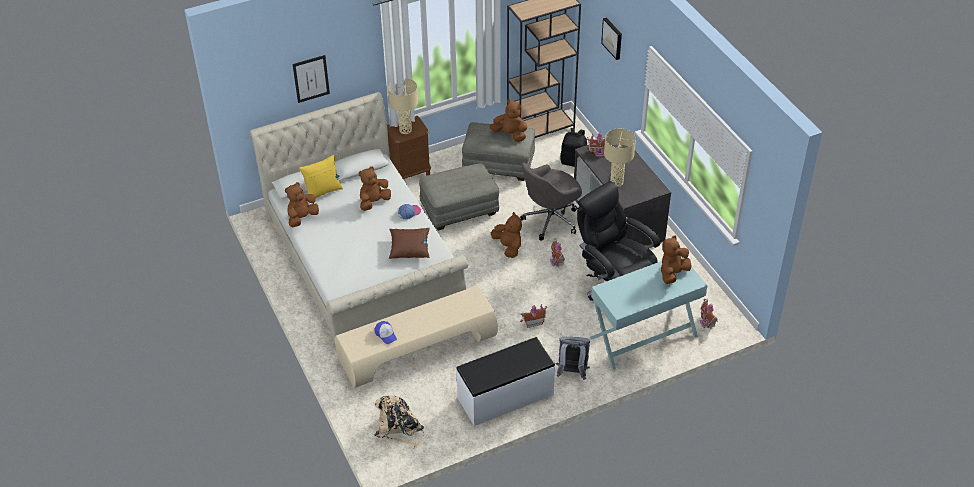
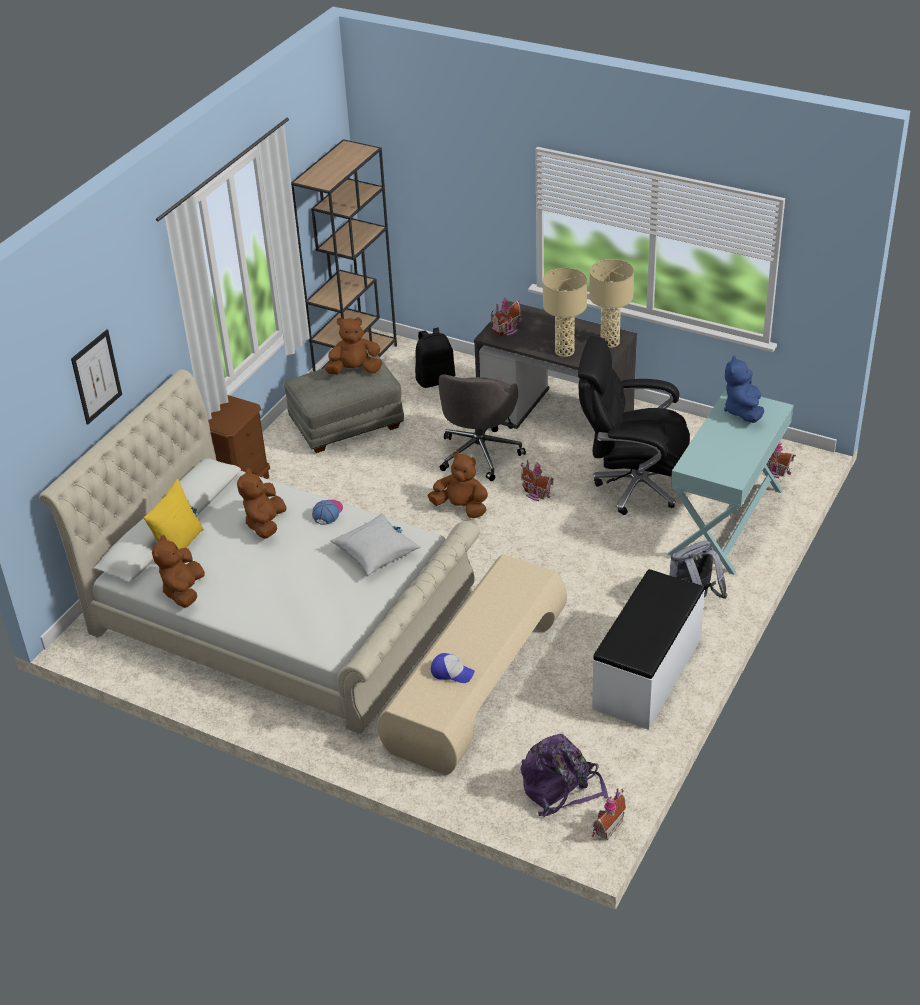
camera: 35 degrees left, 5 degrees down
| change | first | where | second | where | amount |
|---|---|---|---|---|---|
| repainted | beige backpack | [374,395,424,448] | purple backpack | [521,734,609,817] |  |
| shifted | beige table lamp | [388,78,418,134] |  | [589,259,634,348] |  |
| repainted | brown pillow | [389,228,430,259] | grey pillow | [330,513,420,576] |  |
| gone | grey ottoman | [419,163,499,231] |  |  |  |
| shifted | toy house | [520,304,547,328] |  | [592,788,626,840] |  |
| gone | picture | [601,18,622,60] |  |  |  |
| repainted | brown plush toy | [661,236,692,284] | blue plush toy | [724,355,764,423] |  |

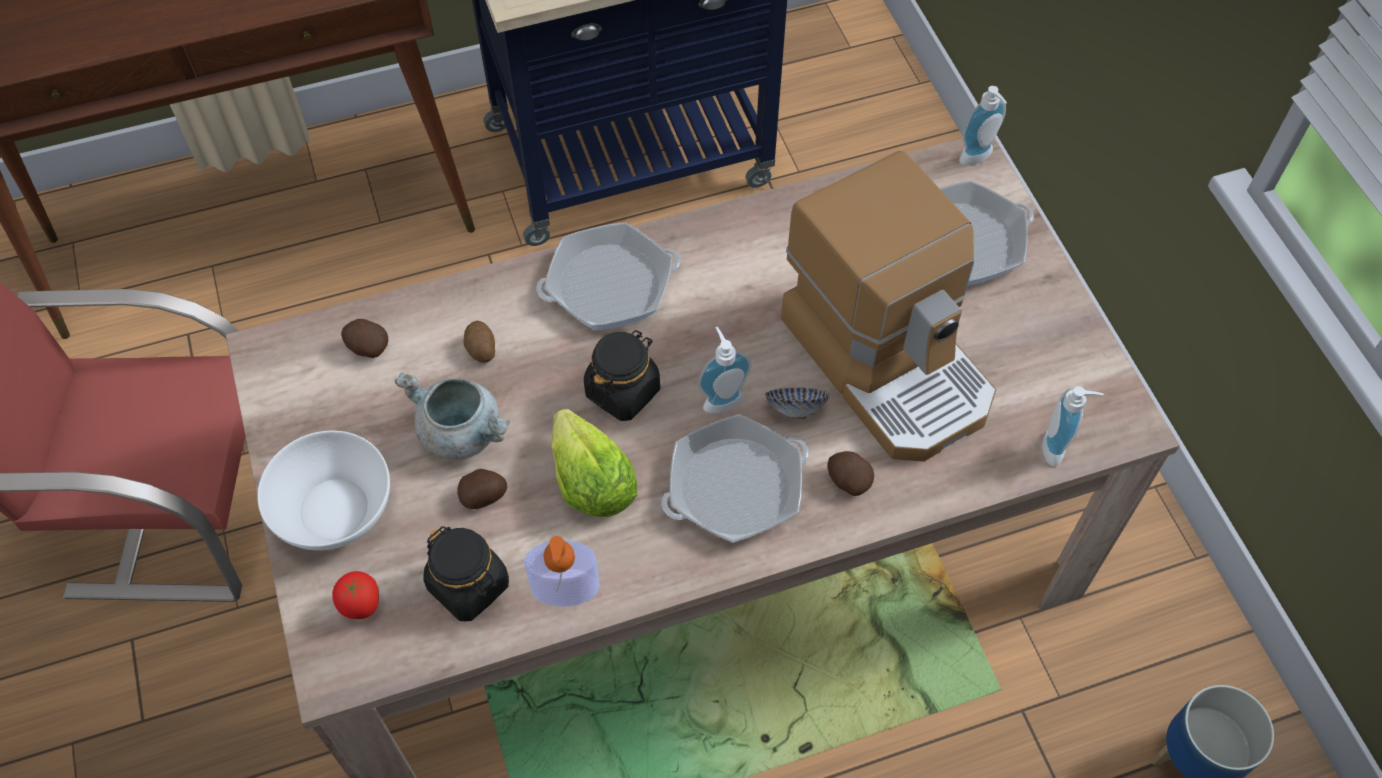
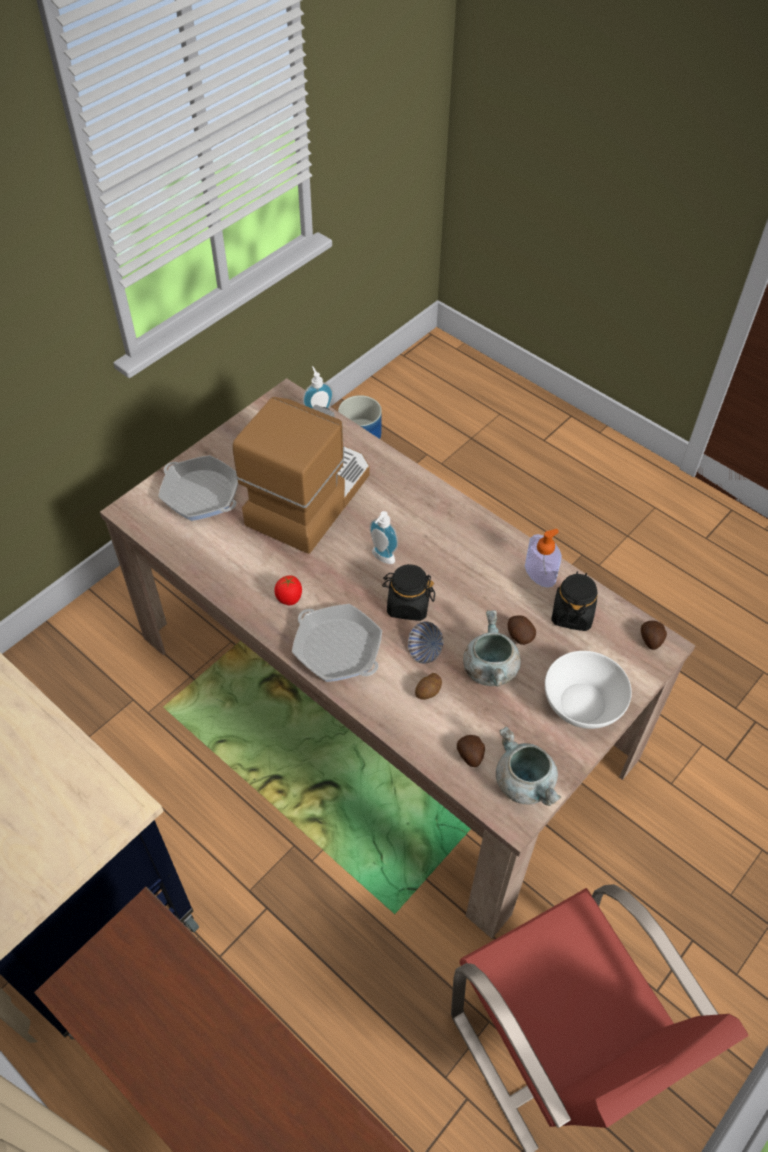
camera: 120 degrees left, 5 degrees down
| change | first | where | second | where | amount |
|---|---|---|---|---|---|
| shifted | tomato | [332,571,379,619] |  | [274,575,302,605] |  |
| gone | lettuce | [551,409,637,517] |  |  |  |
| gone | frying pan | [661,414,809,543] |  |  |  |
| shifted | bowl | [765,388,829,419] |  | [408,621,443,664] |  |
| shifted | potato | [827,451,874,496] |  | [641,621,667,650] |  |
| gone | soap dispenser | [959,86,1007,165] |  |  |  |
| new |  |  | grey cooking pot | [496,727,561,806] |  |

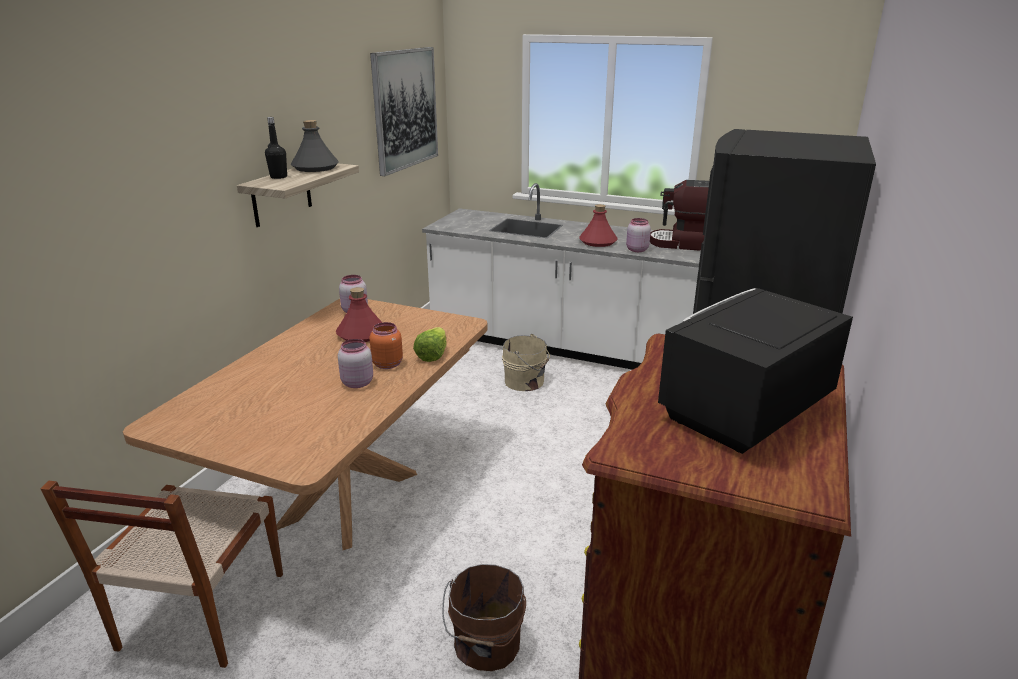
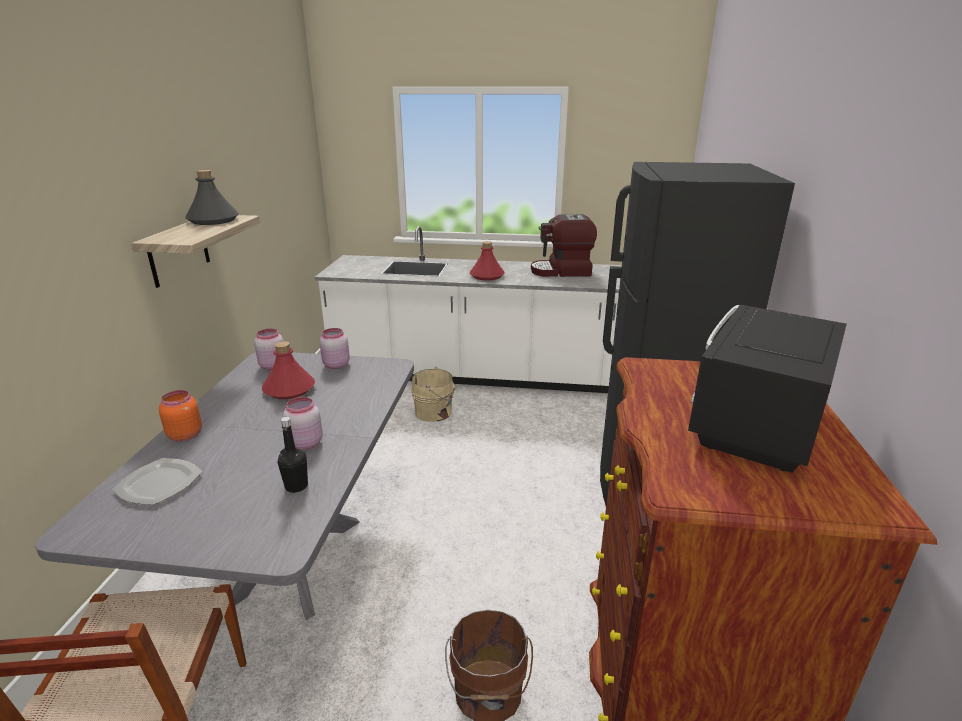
camera: 15 degrees left, 0 degrees up
| change | first | where | second | where | amount |
|---|---|---|---|---|---|
| repainted | brown dining table | [123,299,488,550] | grey dining table | [35,352,414,620] |  |
| shifted | black bottle | [265,117,287,179] |  | [278,417,308,493] |  |
| shifted | orange jar | [369,322,403,369] |  | [159,390,202,442] |  |
| gone | picture | [370,47,438,176] |  |  |  |
| gone | lettuce | [413,327,447,362] |  |  |  |
| shifted | pink jar | [626,218,651,252] |  | [320,328,350,369] |  |
| new |  |  | plate | [113,458,202,505] |  |

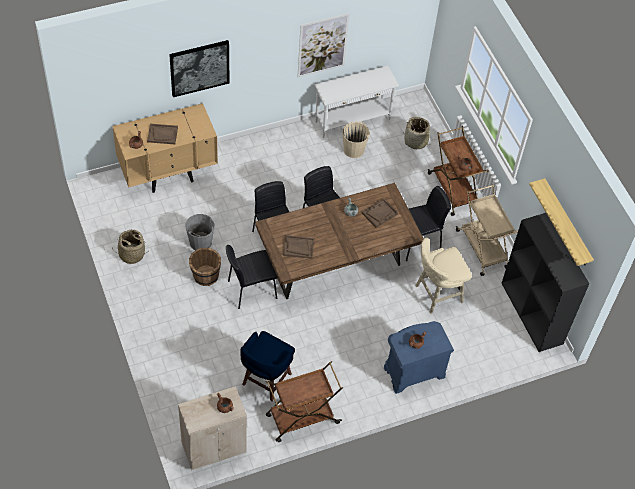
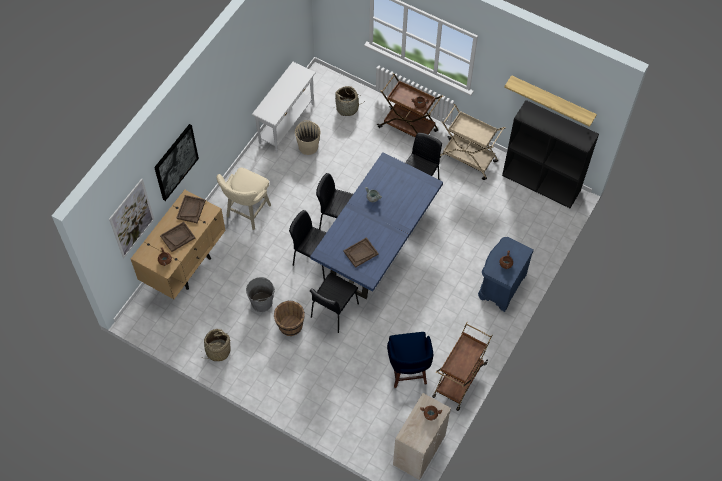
camera: 35 degrees left, 5 degrees up
| change | first | where | second | where | amount |
|---|---|---|---|---|---|
| repainted | brown dining table | [255,183,424,299] | blue dining table | [310,152,443,299] |  |
| shifted | picture | [298,13,350,77] |  | [109,178,154,258] |  |
| shifted | brown tray | [362,198,398,228] |  | [176,195,206,223] |  |
| shifted | beige stool | [415,238,472,314] |  | [216,167,271,230] |  |

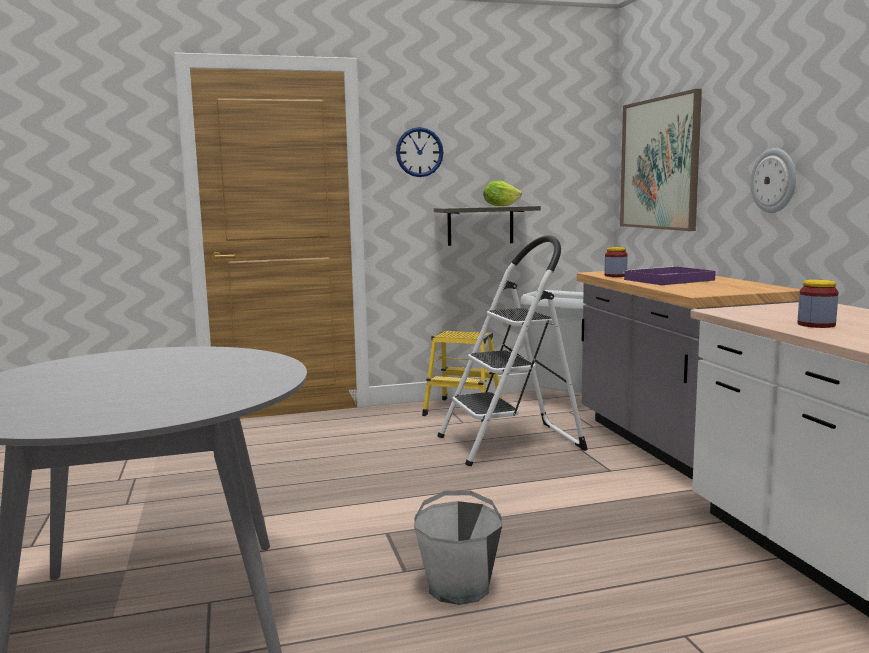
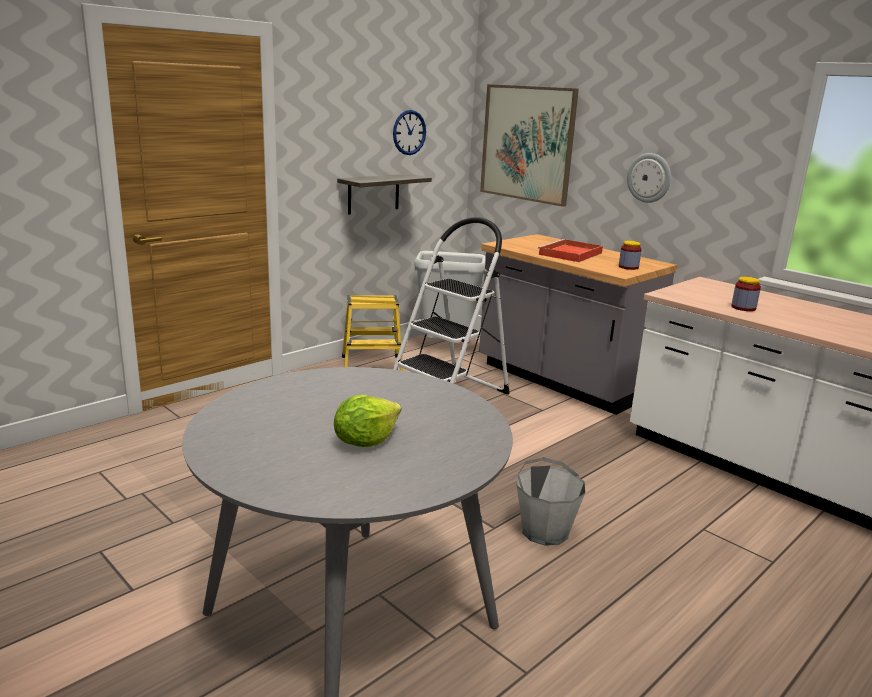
camera: 30 degrees left, 10 degrees up
| change | first | where | second | where | amount |
|---|---|---|---|---|---|
| shifted | wall clock | [396,127,443,177] |  | [393,110,426,155] |  |
| shifted | lettuce | [483,180,522,206] |  | [334,395,401,447] |  |
| shifted | jar | [605,247,628,277] |  | [619,241,642,270] |  |
| repainted | purple tray | [623,266,716,285] | red tray | [538,239,603,262] |  |

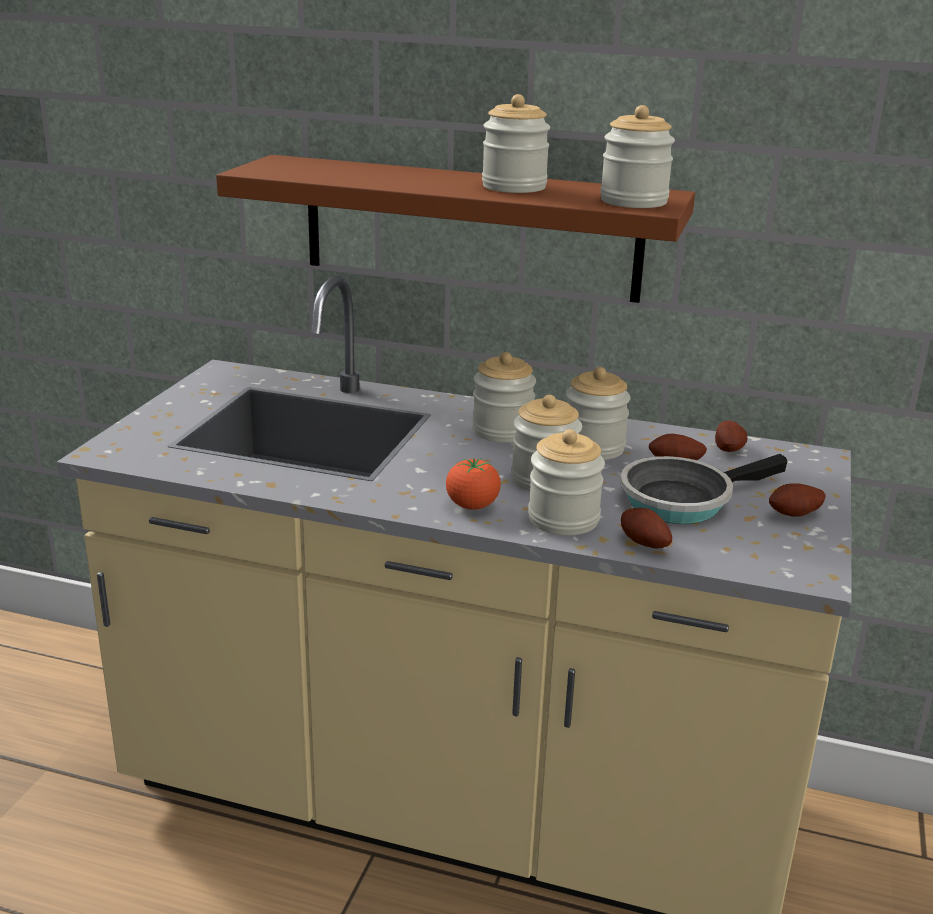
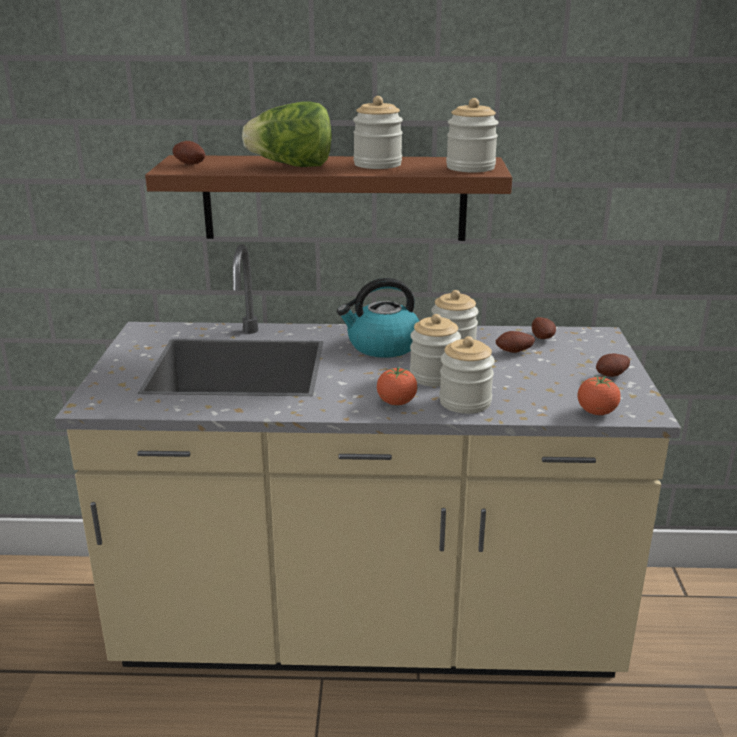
camera: 15 degrees left, 0 degrees up
| change | first | where | second | where | amount |
|---|---|---|---|---|---|
| swapped | jar | [472,352,536,443] | kettle | [337,278,419,358] |  |
| gone | frying pan | [620,454,787,524] |  |  |  |
| shifted | potato | [621,508,672,548] |  | [173,141,205,165] |  |
| new |  |  | lettuce | [242,102,332,167] |  |
| new |  |  | tomato | [578,375,621,415] |  |

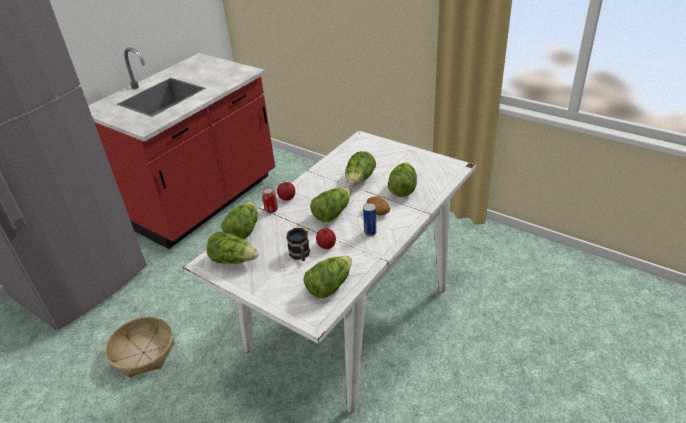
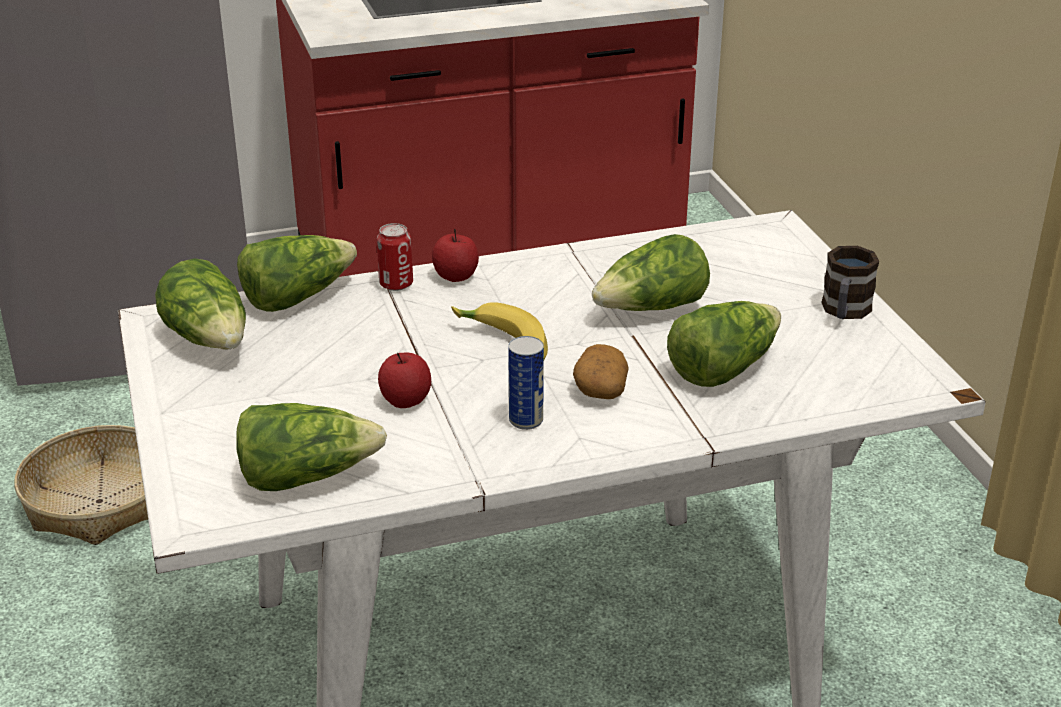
camera: 35 degrees right, 5 degrees down
| change | first | where | second | where | amount |
|---|---|---|---|---|---|
| shifted | mug | [286,228,310,261] |  | [821,246,879,319] |  |
| swapped | lettuce | [310,188,351,222] | banana | [451,302,548,360] |  |

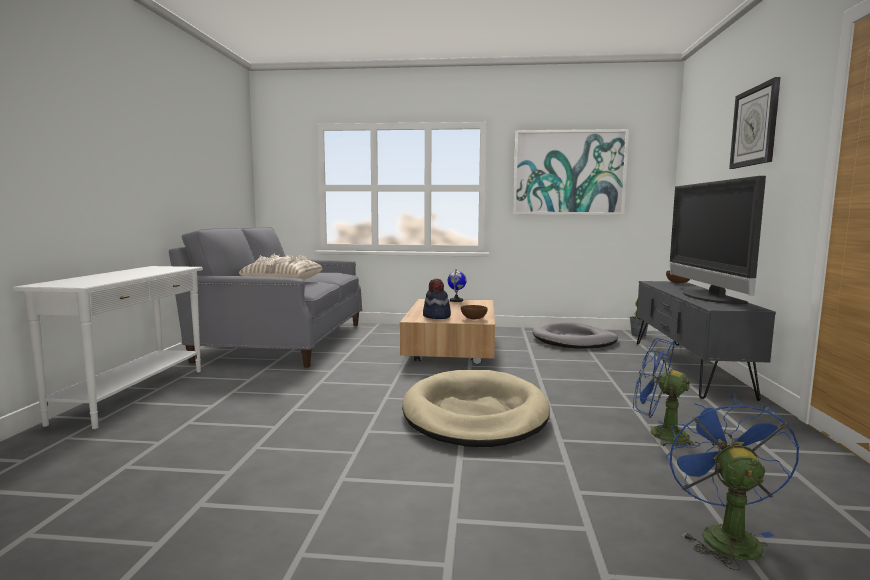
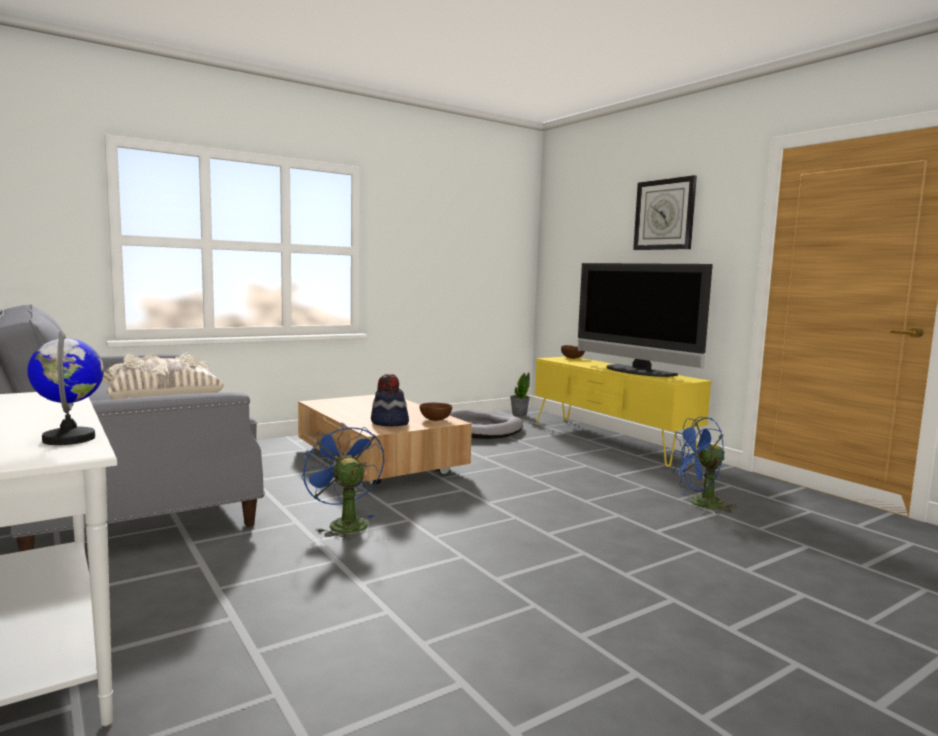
camera: 40 degrees left, 0 degrees up
| change | first | where | second | where | amount |
|---|---|---|---|---|---|
| gone | beige dog bed | [402,370,550,447] |  |  |  |
| shifted | globe | [448,269,467,302] |  | [28,331,104,445] |  |
| gone | picture | [513,129,629,215] |  |  |  |
| repainted | grey tv stand | [637,281,776,401] | yellow tv stand | [535,357,712,467] |  |
| shifted | blue fan | [667,395,799,570] |  | [301,423,384,539] |  |

